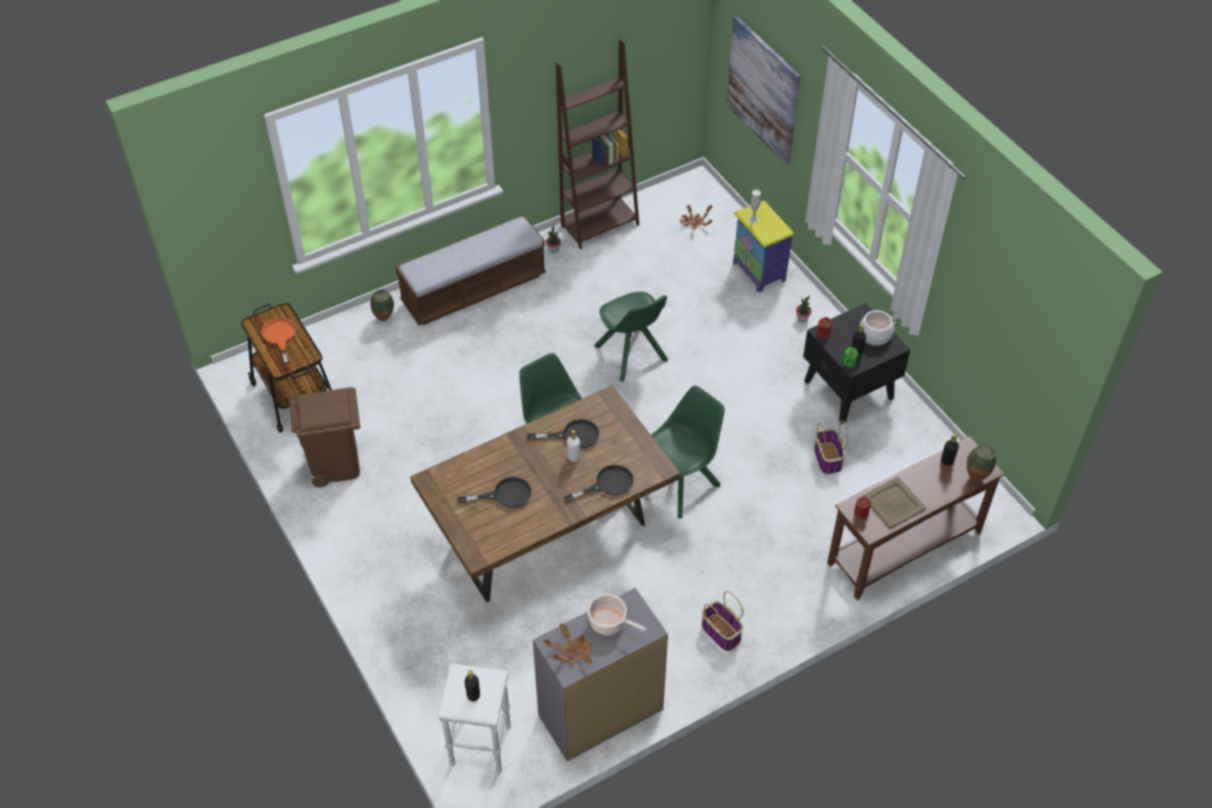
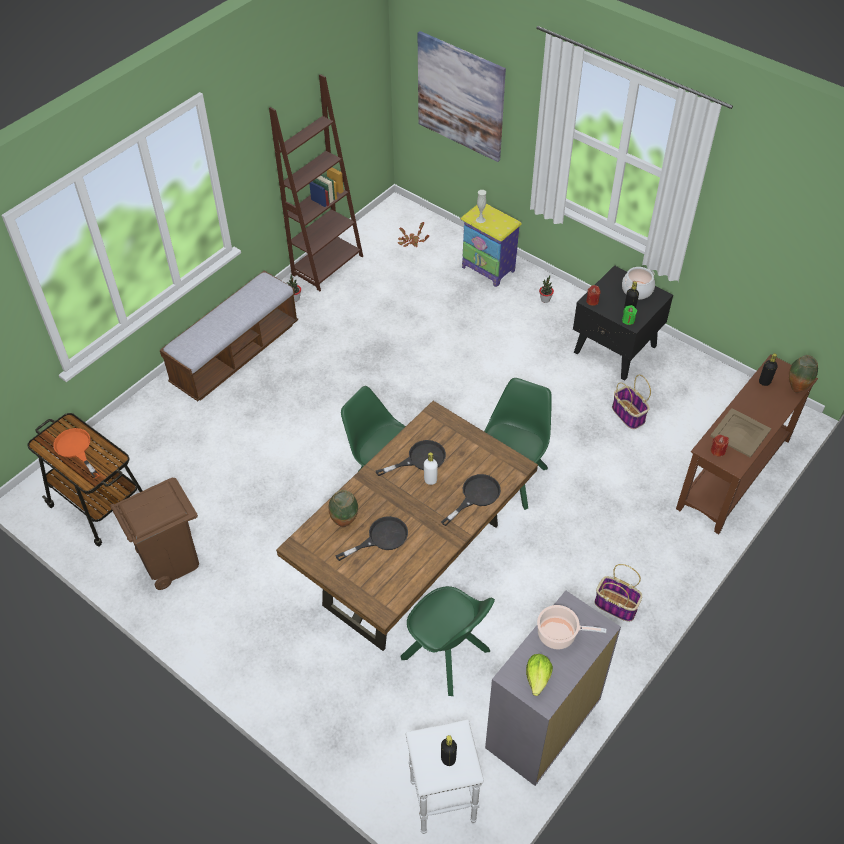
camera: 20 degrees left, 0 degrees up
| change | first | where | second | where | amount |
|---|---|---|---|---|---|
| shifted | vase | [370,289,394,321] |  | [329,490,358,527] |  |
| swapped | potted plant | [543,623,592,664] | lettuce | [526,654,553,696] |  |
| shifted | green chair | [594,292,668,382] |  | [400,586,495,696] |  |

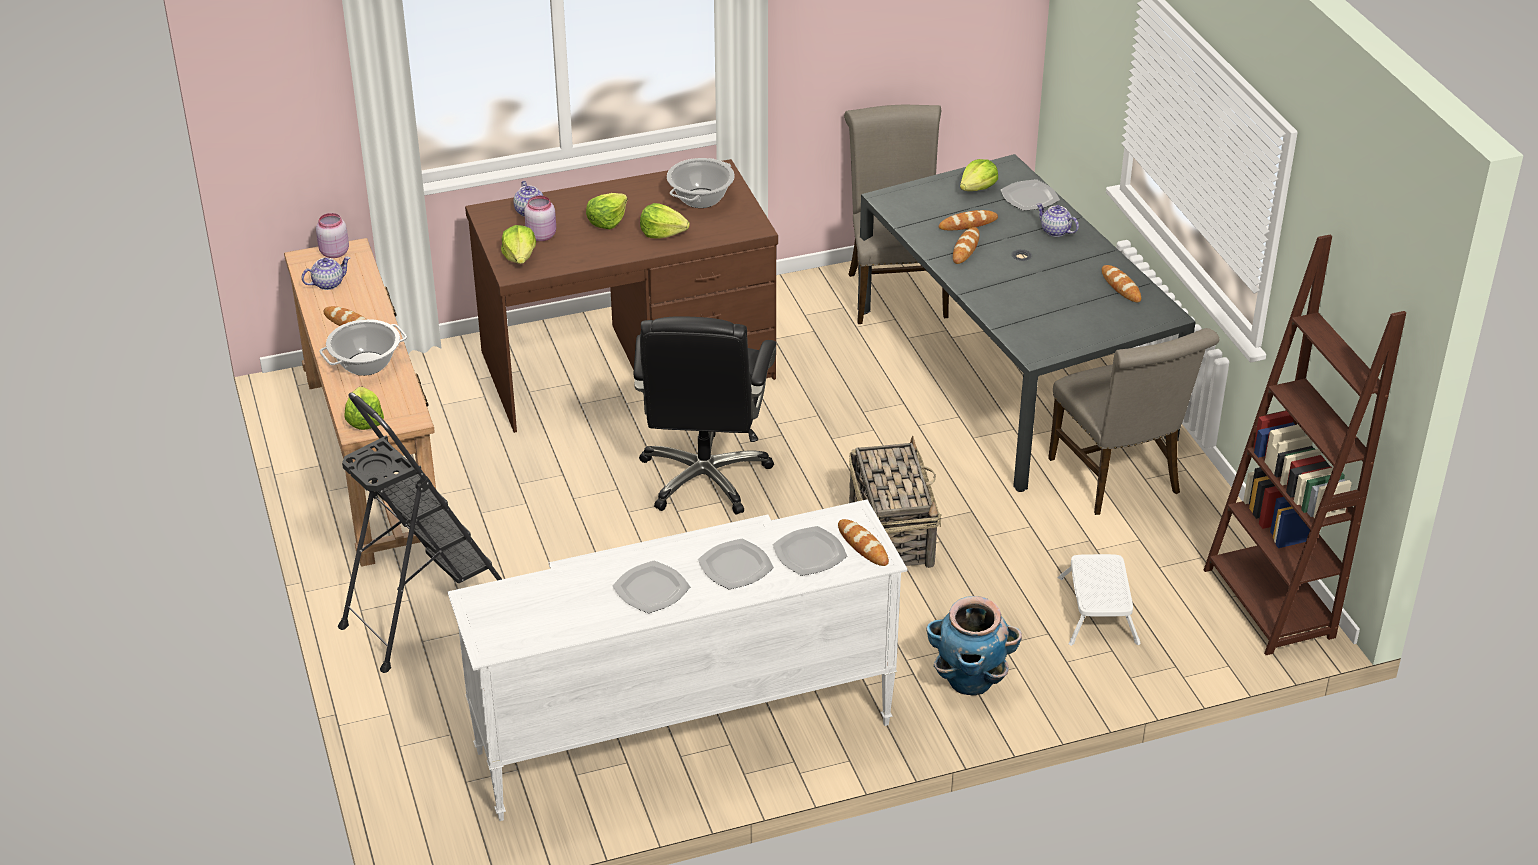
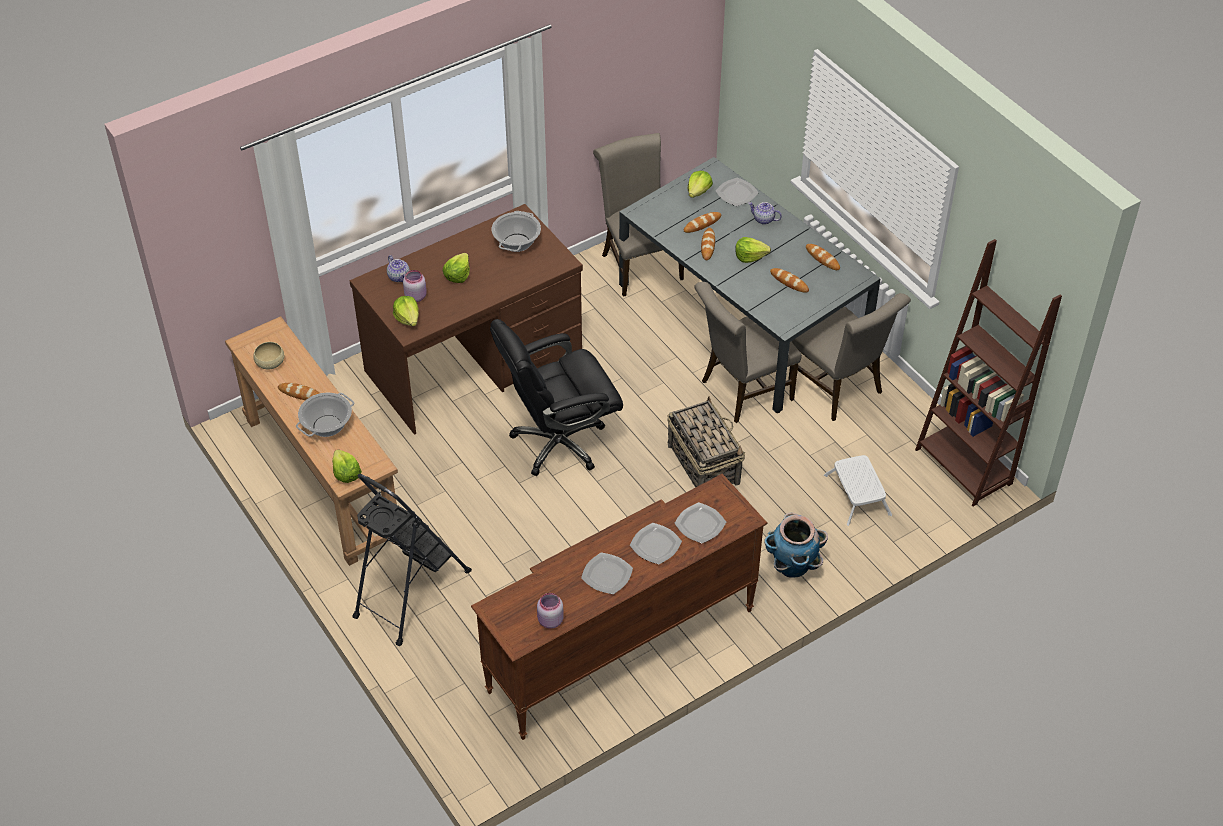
camera: 15 degrees left, 10 degrees up
| change | first | where | second | where | amount |
|---|---|---|---|---|---|
| swapped | teapot | [302,257,350,290] | beige bowl | [253,342,284,370] |  |
| shifted | pink jar | [316,213,349,258] |  | [537,593,564,629] |  |
| repainted | white cabinet | [447,499,908,821] | brown cabinet | [471,474,768,740] |  |
| rotated | black office chair | [634,316,776,515] |  | [490,319,623,476] | 75 degrees clockwise |
| shifted | lettuce | [640,203,690,239] |  | [735,237,771,263] |  |
| shifted | bread | [838,519,889,566] |  | [770,268,809,293] |  |
| new |  |  | beige chair | [694,282,802,423] |  |

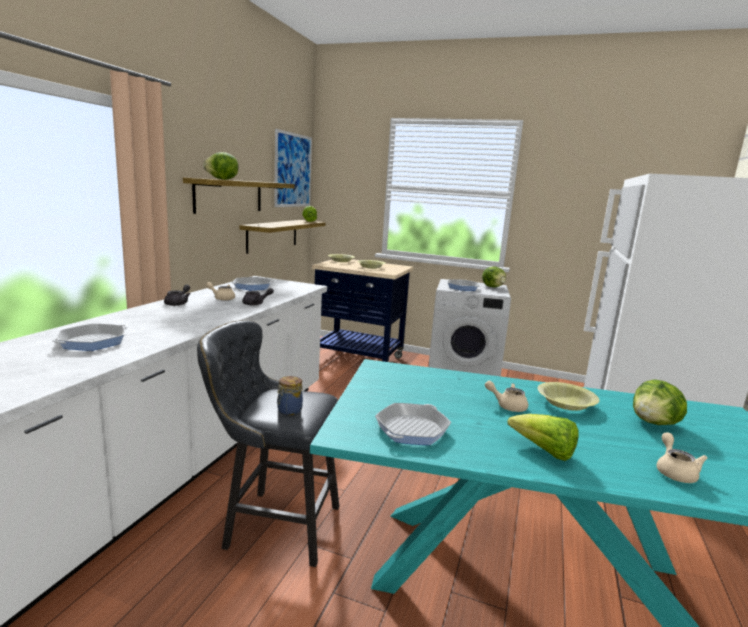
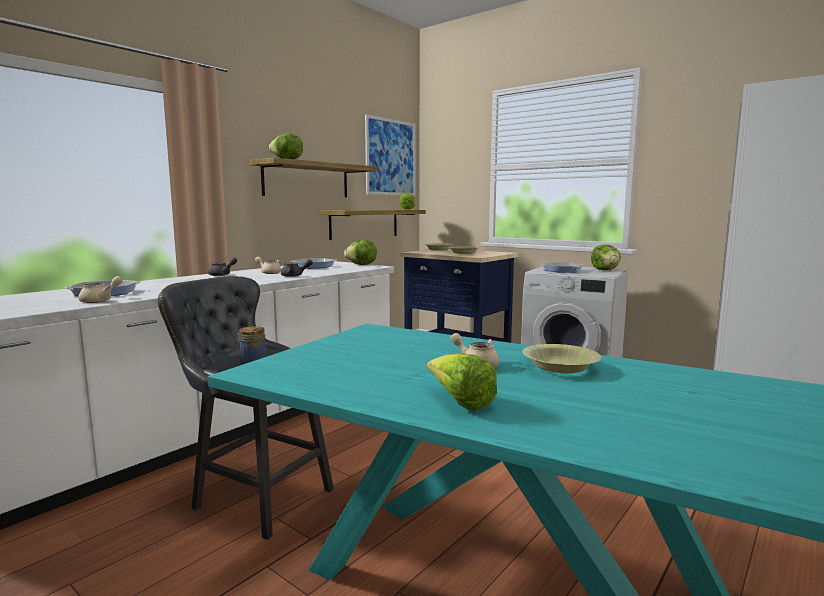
camera: 20 degrees right, 5 degrees down
| change | first | where | second | where | amount |
|---|---|---|---|---|---|
| gone | frying pan | [375,403,451,445] |  |  |  |
| shifted | lettuce | [633,379,687,425] |  | [344,240,377,265] |  |
| shifted | beige teapot | [657,432,708,483] |  | [78,276,123,303] |  |

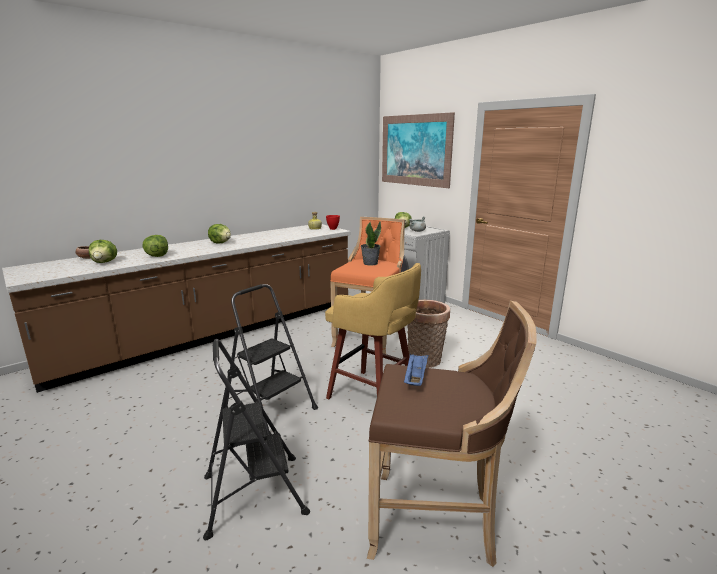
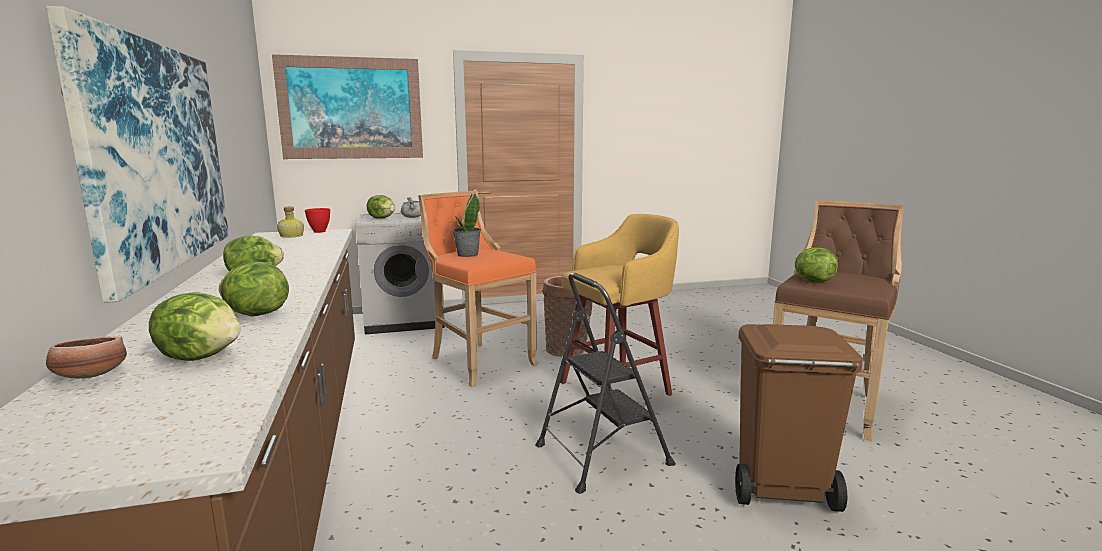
camera: 65 degrees left, 5 degrees down
| change | first | where | second | where | amount |
|---|---|---|---|---|---|
| swapped | black step ladder | [203,339,310,540] | brown trash can | [735,324,863,512] |  |
| swapped | blue tray | [404,354,428,386] | lettuce | [795,247,838,282] |  |
| new |  |  | picture | [46,6,229,303] |  |

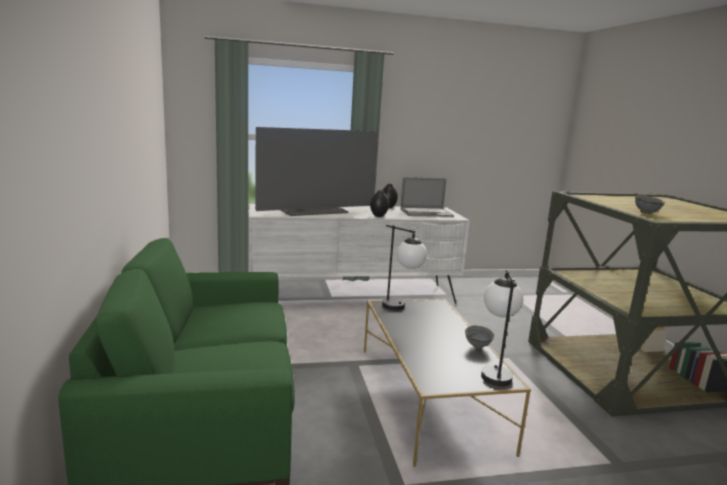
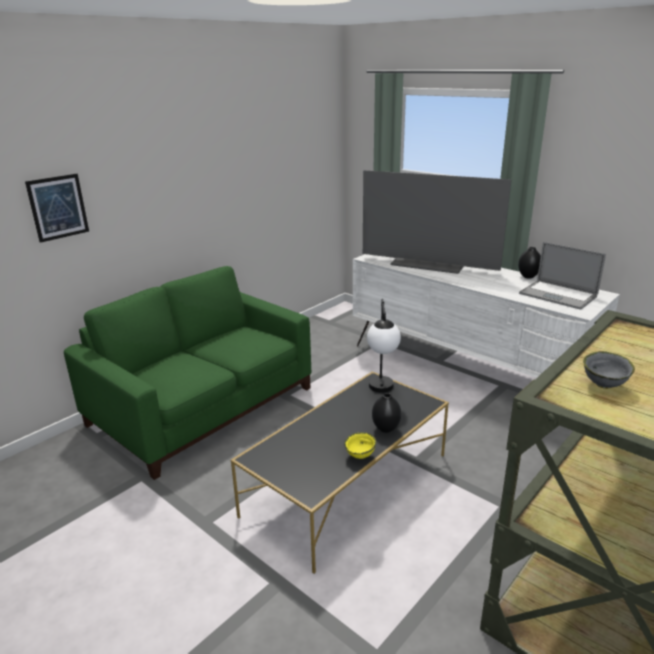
camera: 55 degrees right, 10 degrees up
| change | first | where | second | where | amount |
|---|---|---|---|---|---|
| shifted | black vase | [370,190,389,217] |  | [372,393,401,433] |  |
| repainted | grey bowl | [465,325,494,349] | yellow bowl | [344,432,376,459] |  |
| gone | table lamp | [481,270,523,386] |  |  |  |
| new |  |  | picture | [25,174,89,243] |  |

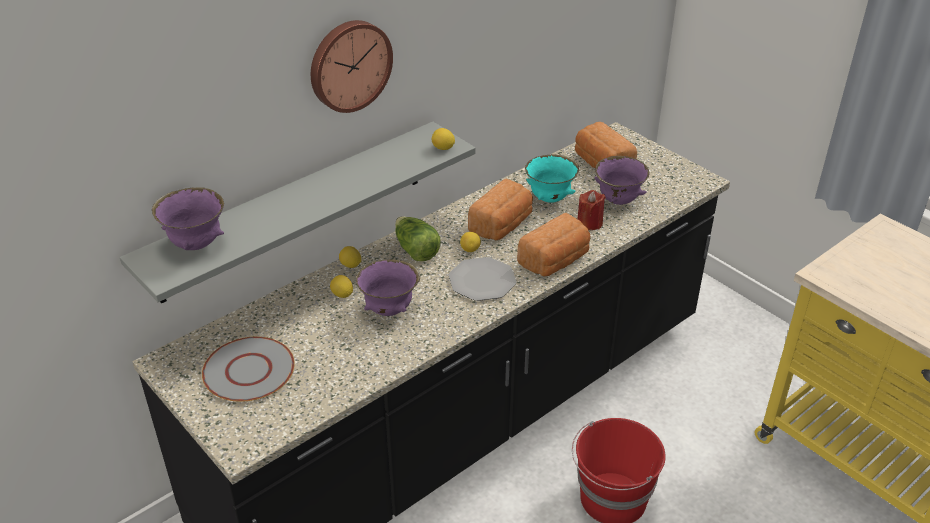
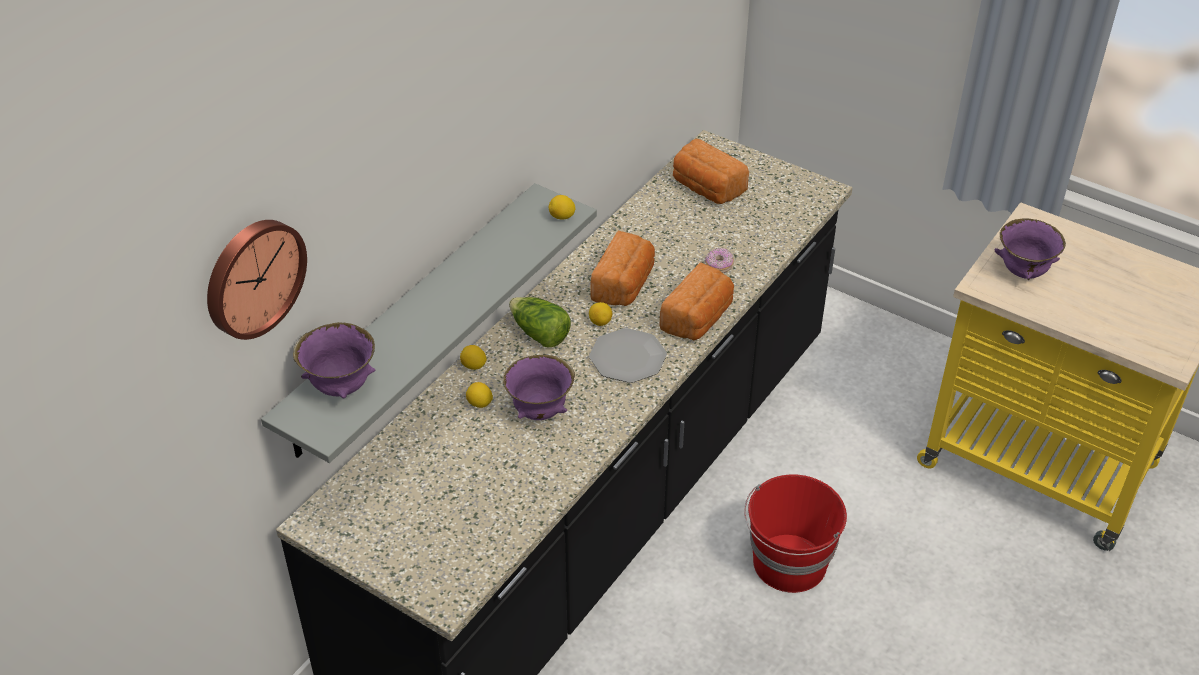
camera: 15 degrees left, 5 degrees up
| change | first | where | second | where | amount |
|---|---|---|---|---|---|
| gone | grey plate | [202,337,295,402] |  |  |  |
| shifted | wall clock | [311,20,393,113] |  | [207,220,307,340] |  |
| gone | turquoise bowl | [525,154,579,203] |  |  |  |
| swapped | red candle | [577,190,606,230] | donut | [705,247,734,273] |  |
| shifted | purple bowl | [595,156,650,205] |  | [994,218,1066,280] |  |

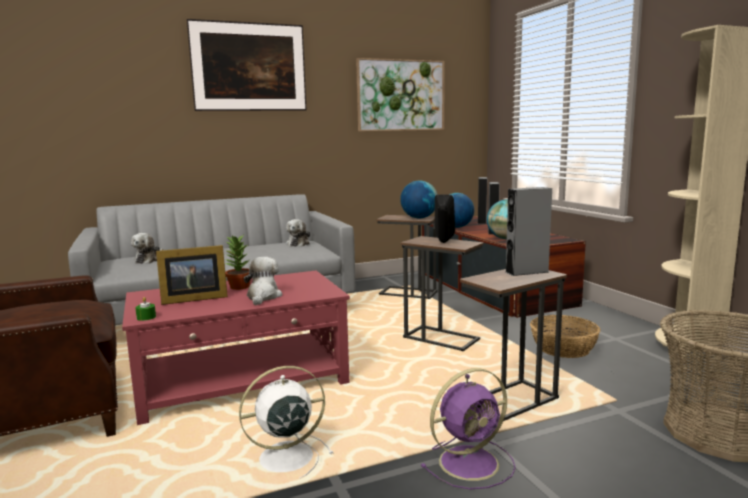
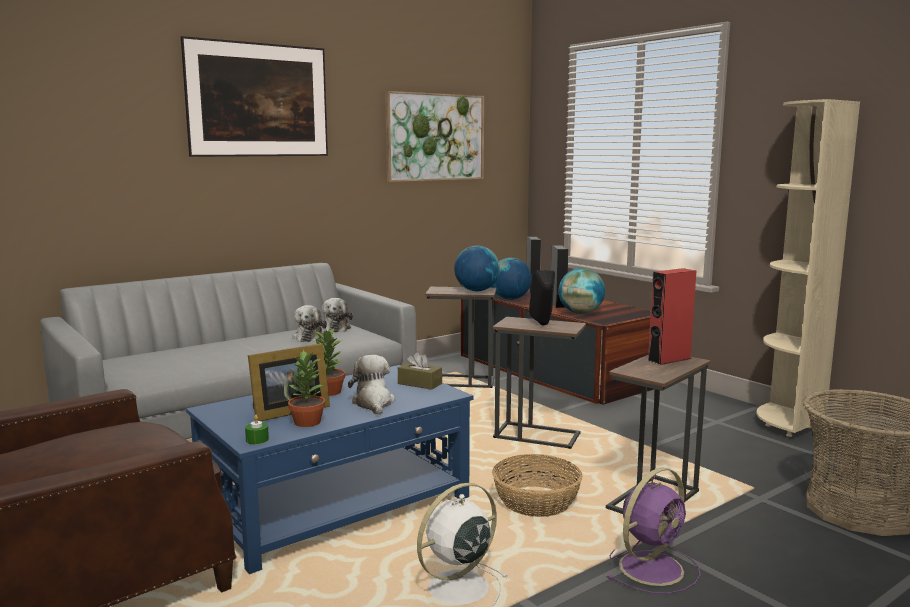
camera: 15 degrees left, 0 degrees up
| change | first | where | second | where | amount |
|---|---|---|---|---|---|
| repainted | red coffee table | [122,271,350,425] | blue coffee table | [186,365,474,574] |  |
| shifted | plush toy | [131,233,163,264] |  | [292,305,327,342] |  |
| repainted | grey speaker | [505,187,552,276] | red speaker | [647,268,696,365] |  |
| shifted | basket | [530,315,600,358] |  | [492,454,583,517] |  |
| new |  |  | potted plant | [288,350,325,427] |  |
| new |  |  | brown tissue box | [398,351,442,390] |  |

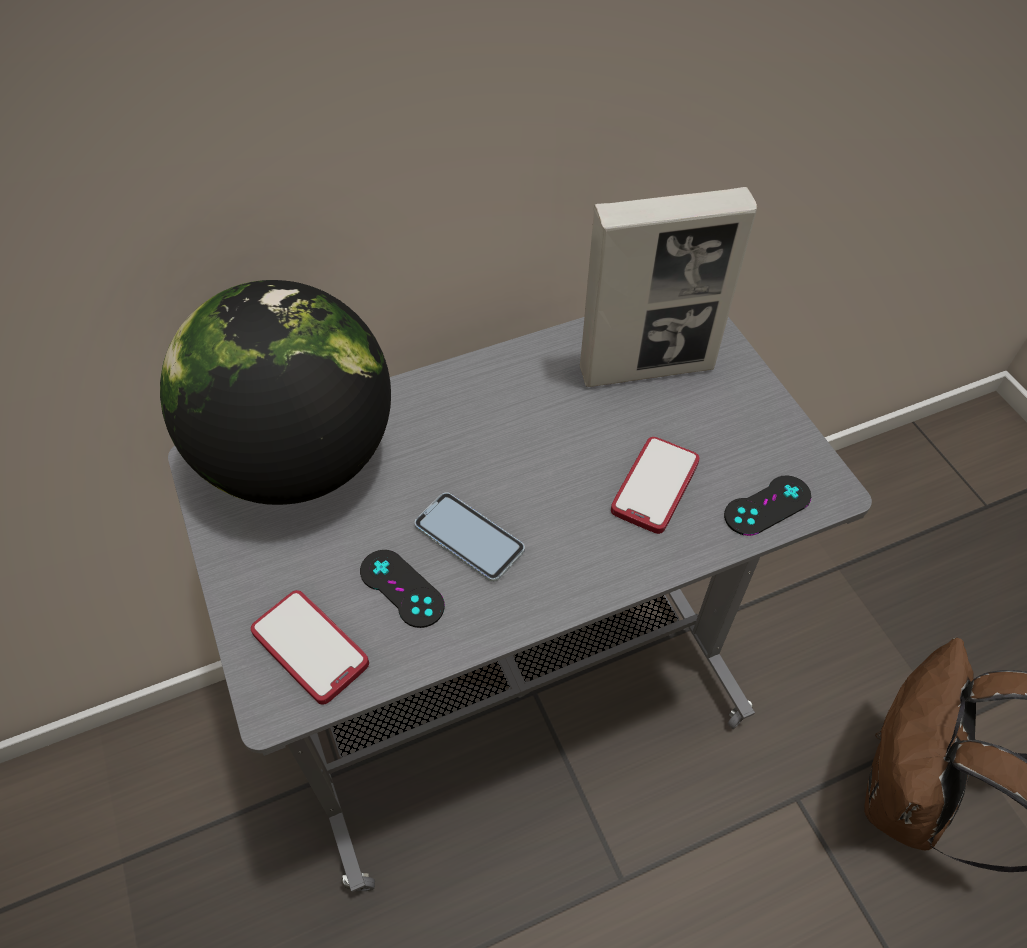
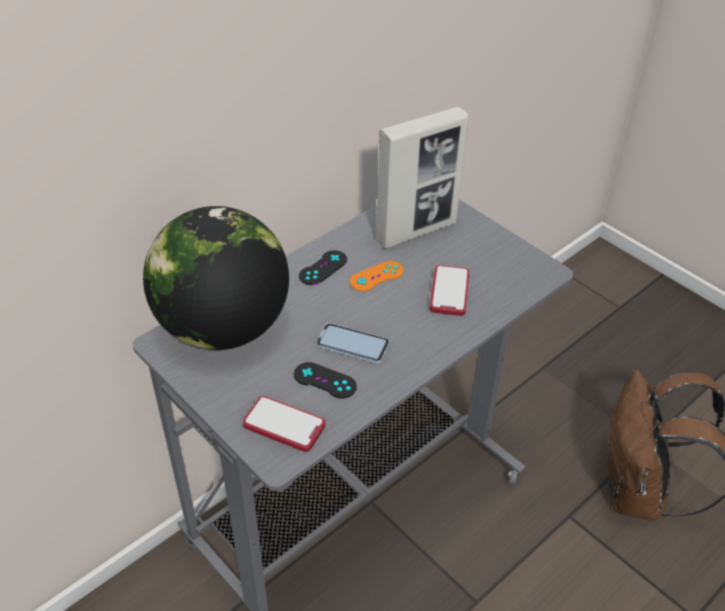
camera: 20 degrees left, 10 degrees down
| change | first | where | second | where | amount |
|---|---|---|---|---|---|
| shifted | black game controller | [724,475,811,536] |  | [299,250,347,285] |  |
| new |  |  | orange game controller | [350,261,404,291] |  |

